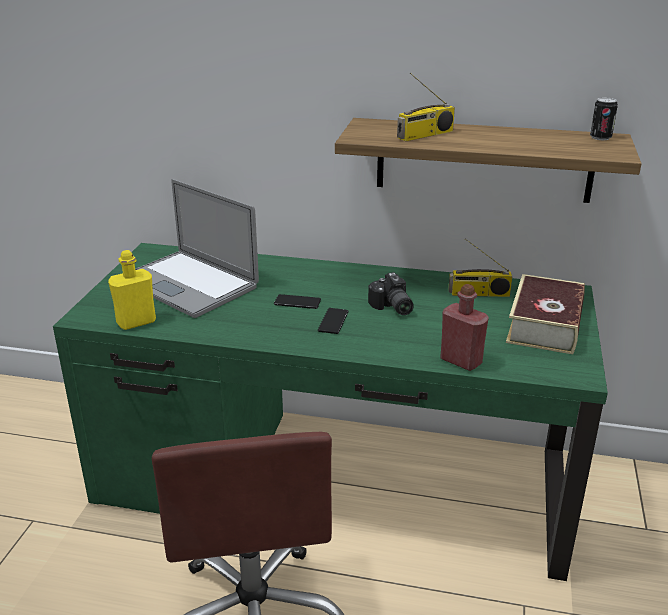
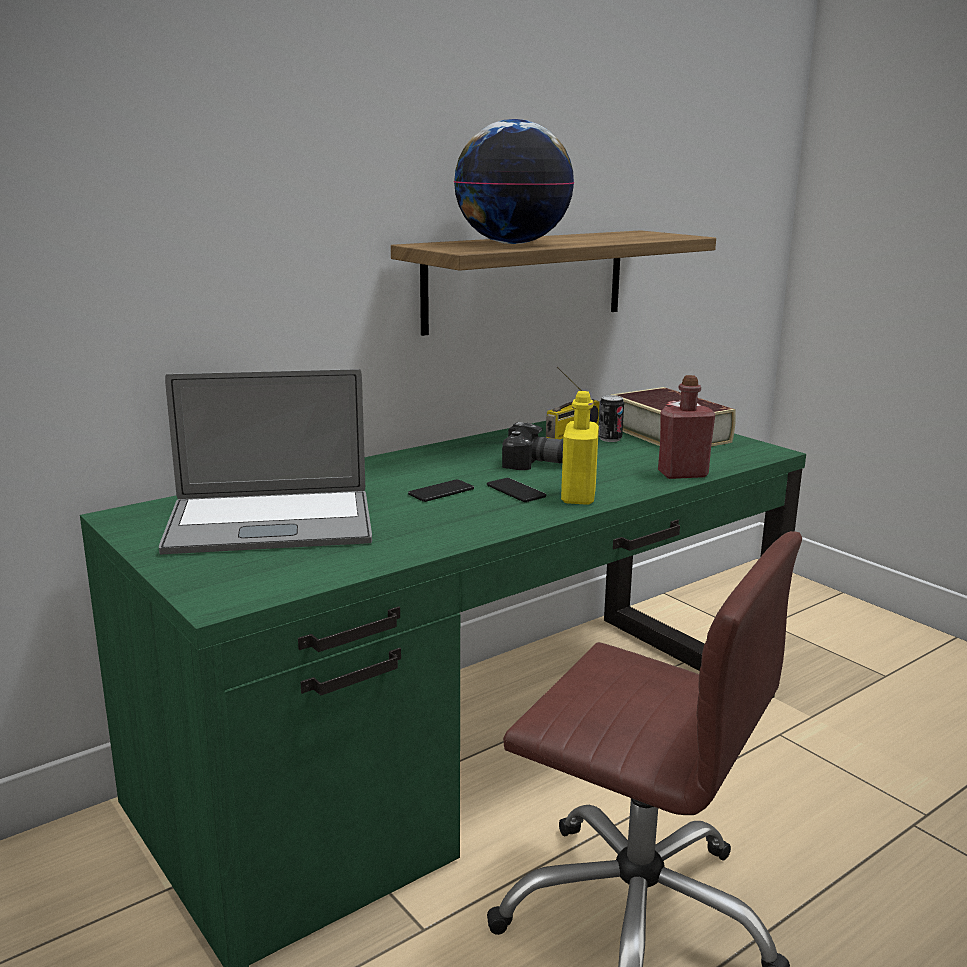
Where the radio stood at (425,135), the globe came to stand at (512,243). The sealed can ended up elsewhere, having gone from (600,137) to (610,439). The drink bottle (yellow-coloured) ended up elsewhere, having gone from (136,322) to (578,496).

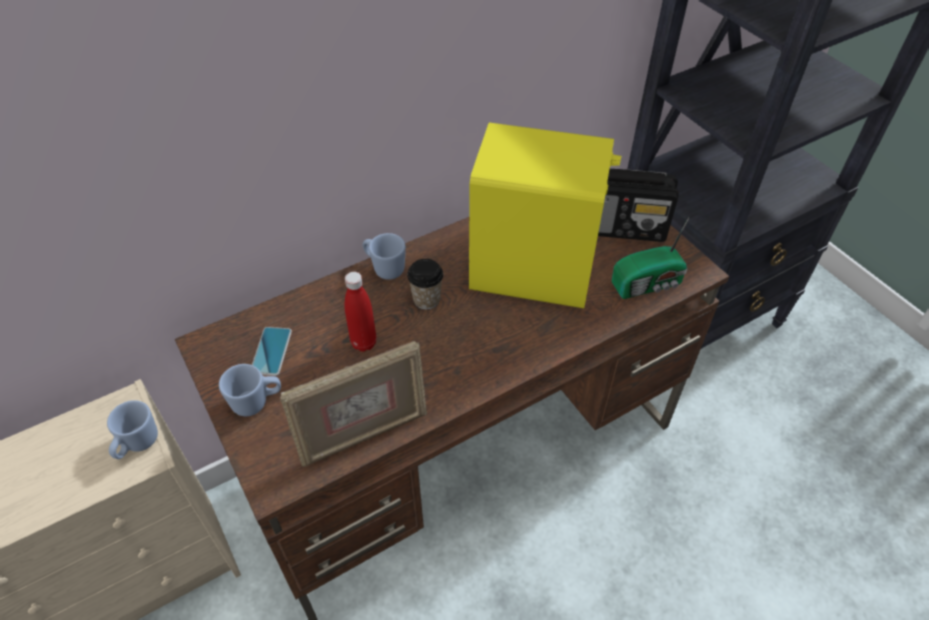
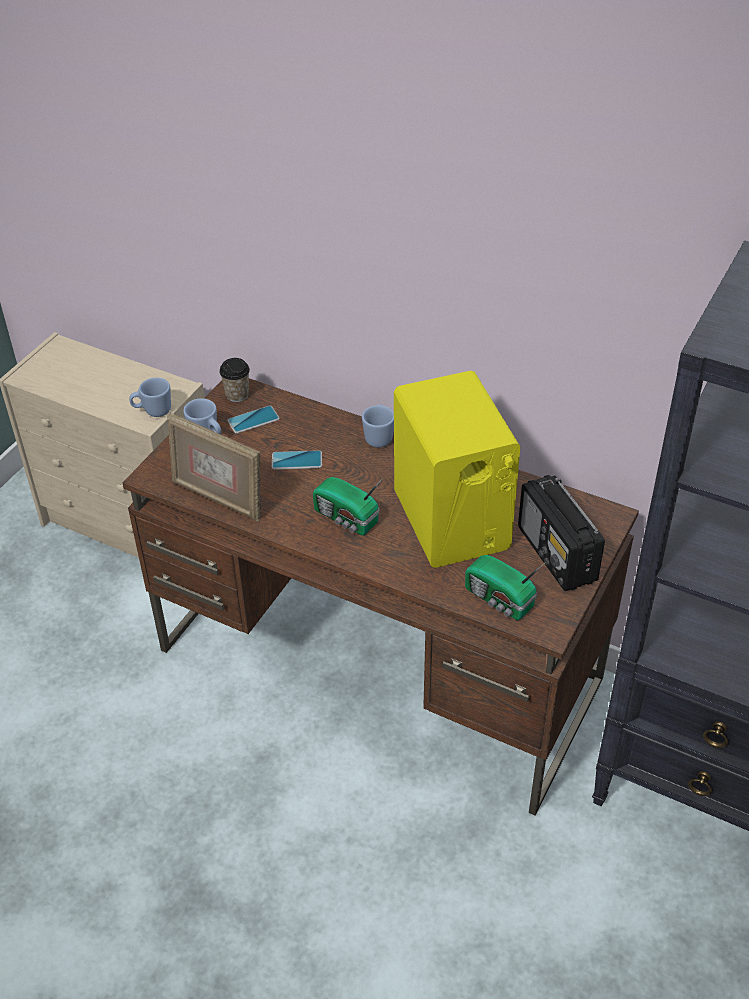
The cup ended up elsewhere, having gone from (426,299) to (237,395). Where the drink bottle (red-coloured) stood at (364,343), the phone came to stand at (297,460). The second view gained the radio at (346,518).

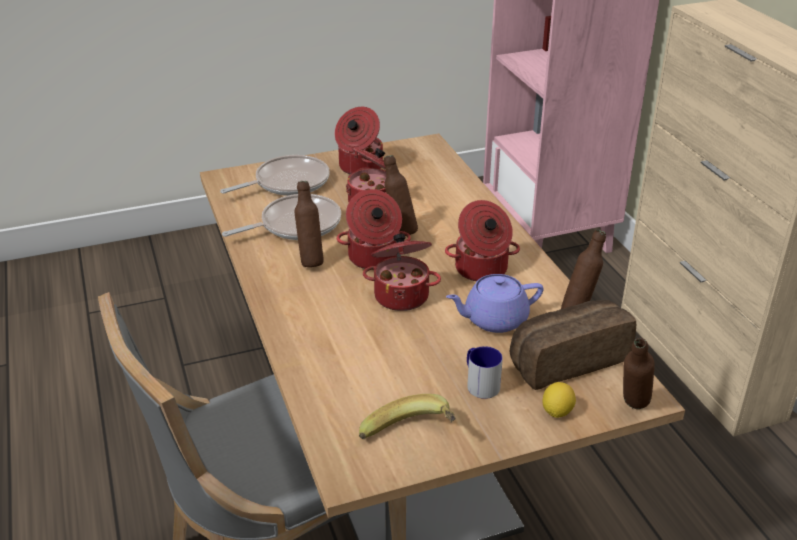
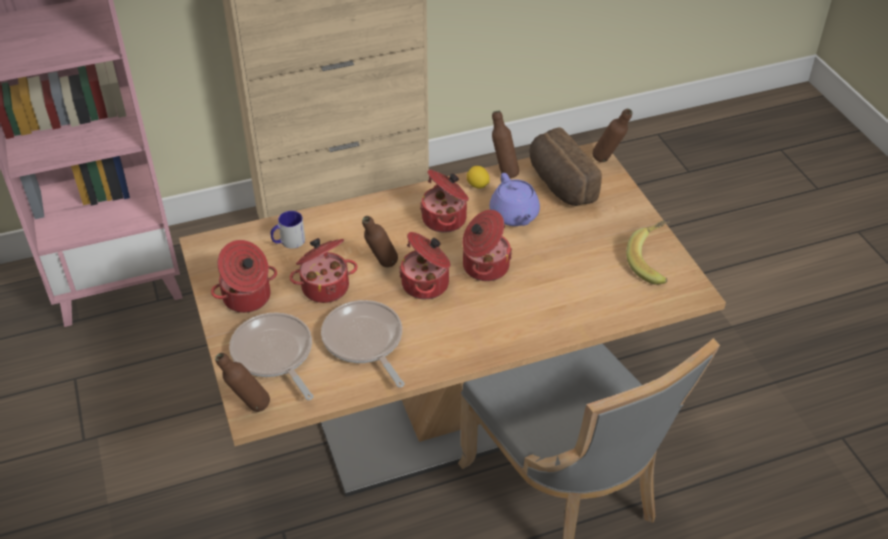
The drink bottle (brownish) ended up elsewhere, having gone from (310,261) to (249,408). The coffee mug ended up elsewhere, having gone from (480,383) to (288,242). The lemon ended up elsewhere, having gone from (557,411) to (477,185).

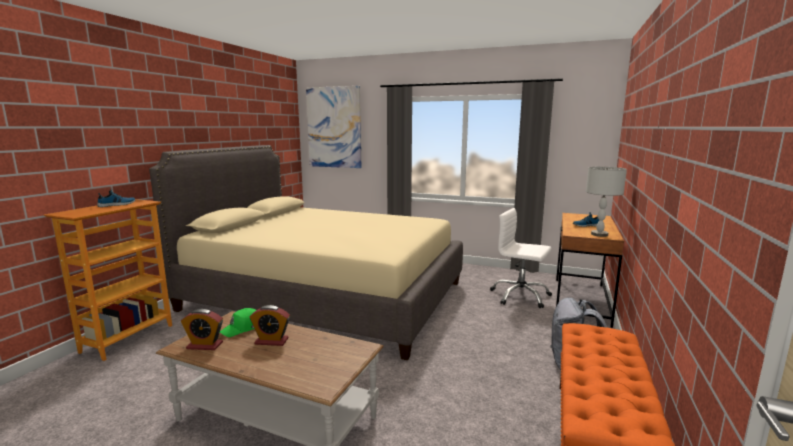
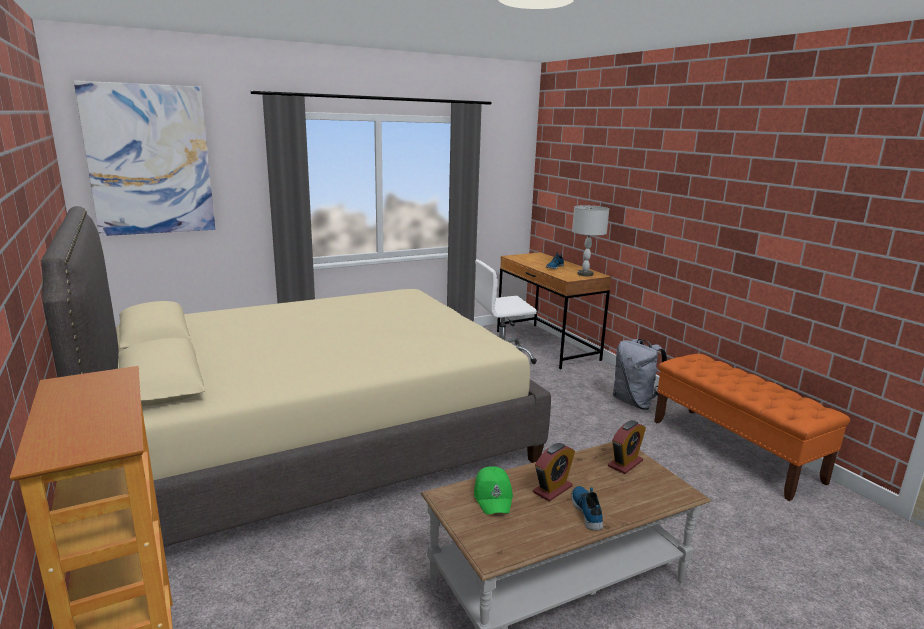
The low shoe ended up elsewhere, having gone from (117,205) to (587,511). The table clock ended up elsewhere, having gone from (204,345) to (625,463).

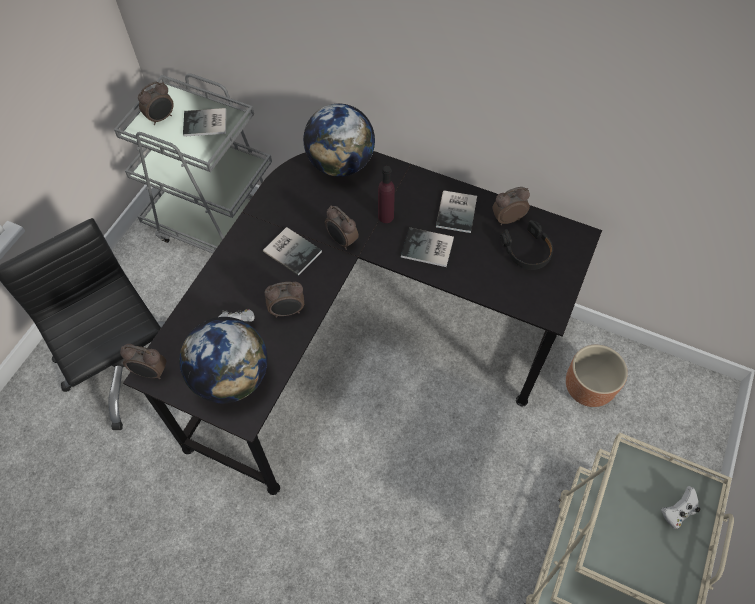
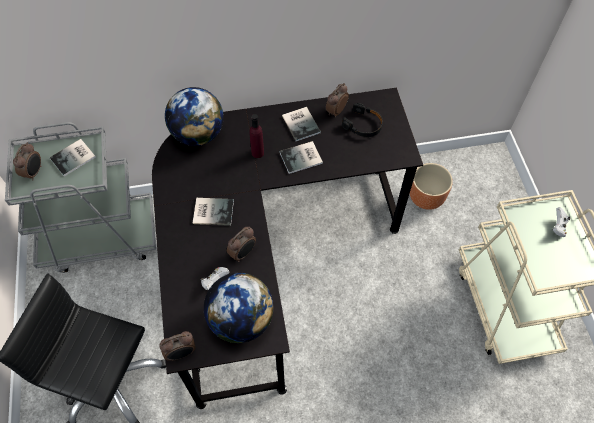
The second view lost the table clock at (341,241).

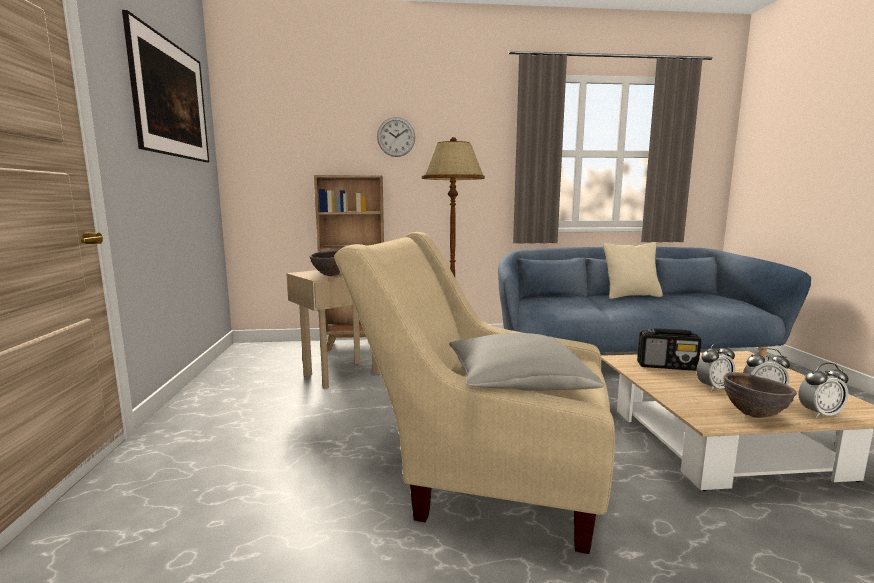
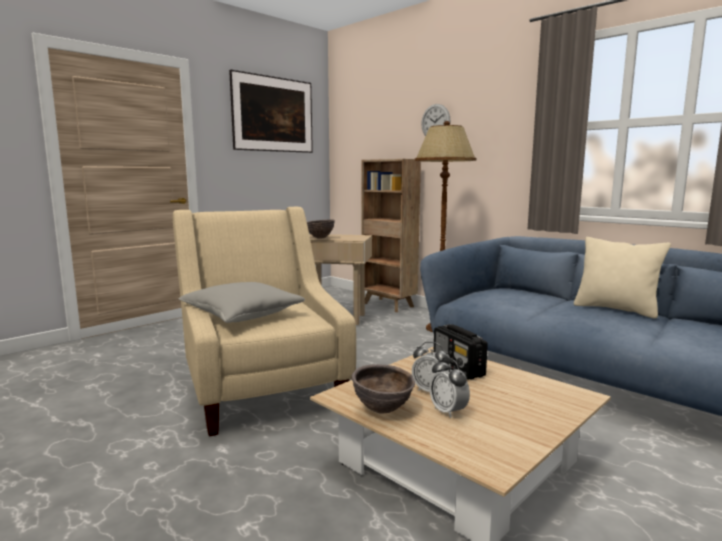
The second view lost the table clock at (819,414).

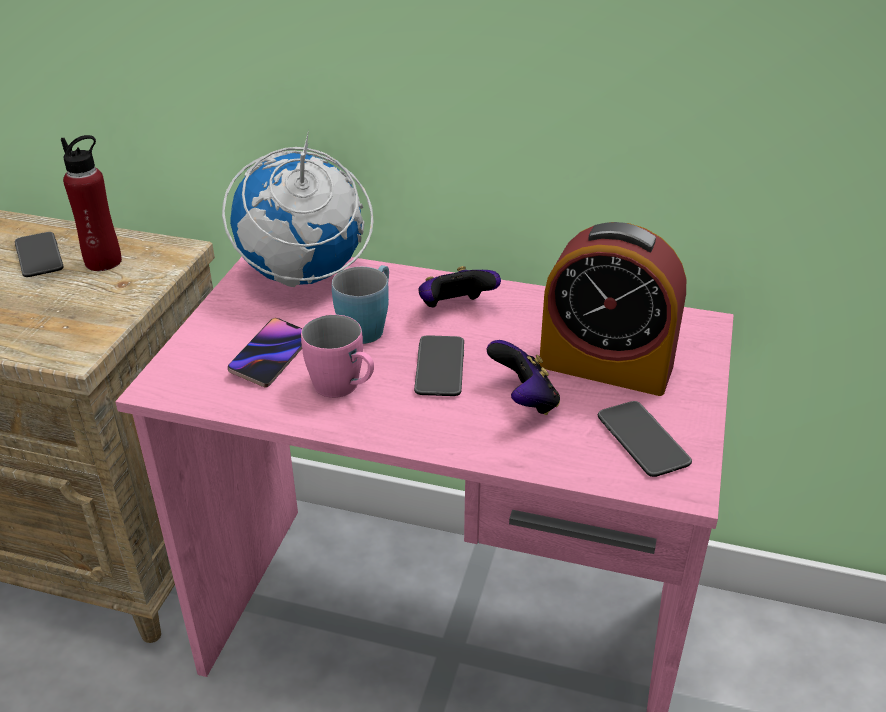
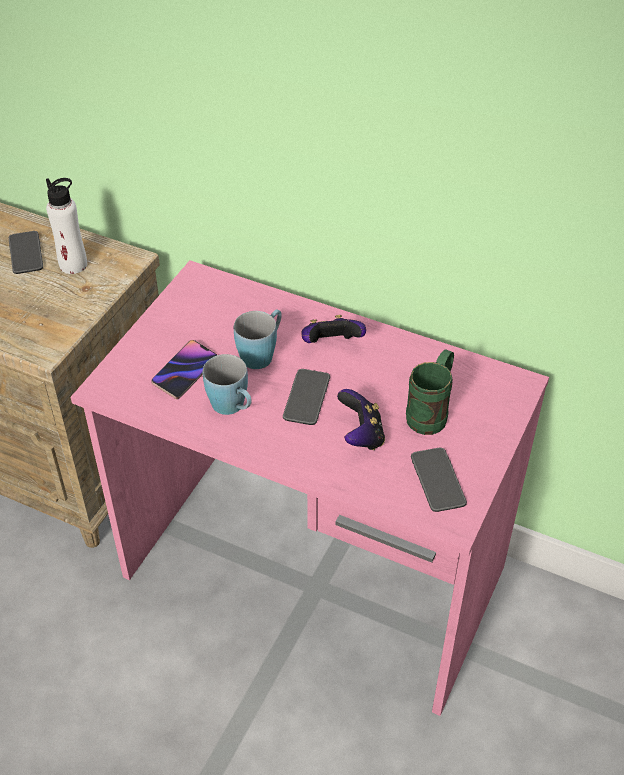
The second view lost the globe at (302,277). What was the drink bottle (red-coloured) at (103,261) turned into the drink bottle (white) at (73,265). Where the table clock stood at (605,366), the coffee mug (green-coloured) came to stand at (431,413). What was the coffee mug (pink-coloured) at (344,388) turned into the coffee mug (blue-coloured) at (233,407).

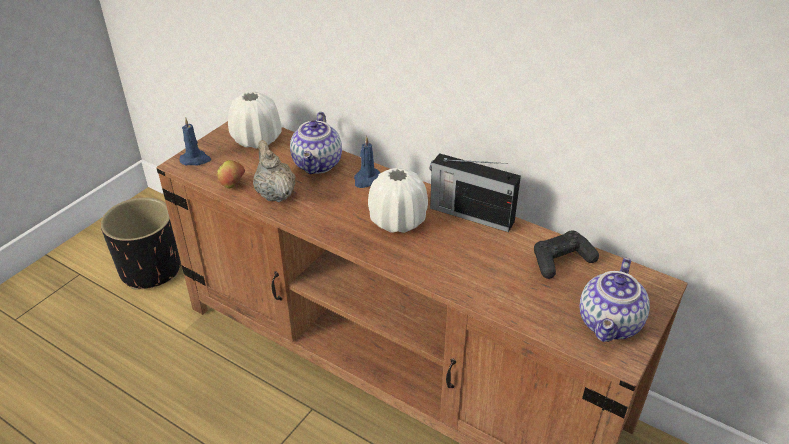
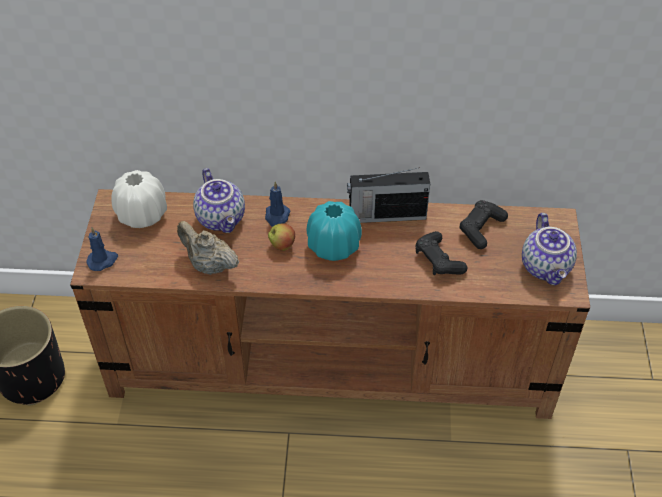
The whole apple ended up elsewhere, having gone from (233,185) to (282,245). What was the flower vase (white) at (397,221) turned into the flower vase (blue-green) at (333,246). The second view gained the gamepad (black-coloured) at (438,260).

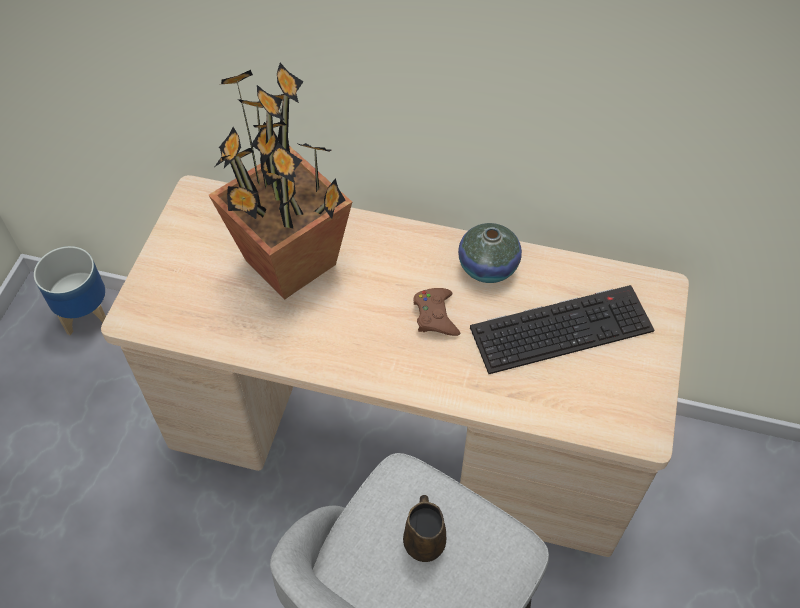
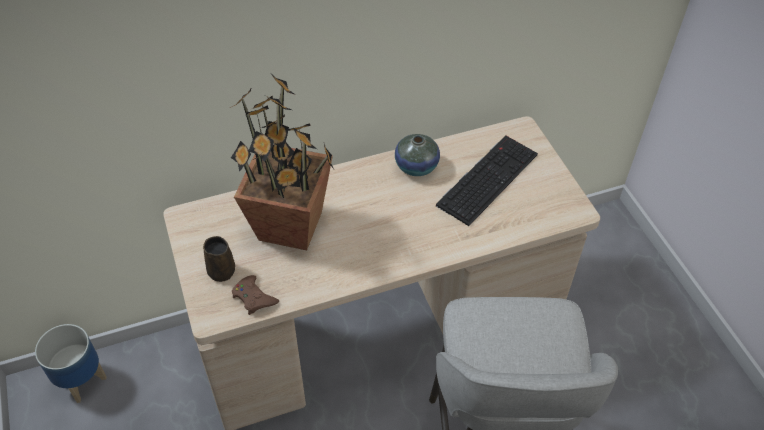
The gamepad (brownish) ended up elsewhere, having gone from (435,316) to (254,298). The coffee mug (brownish) ended up elsewhere, having gone from (424,541) to (221,270).

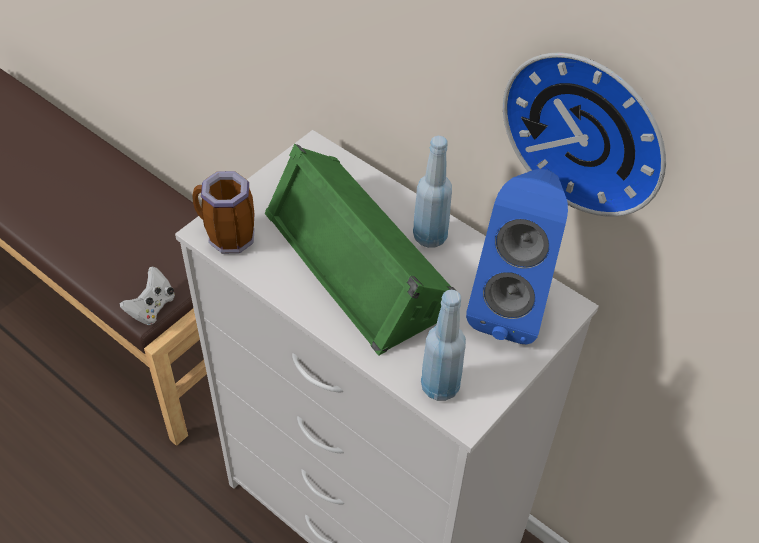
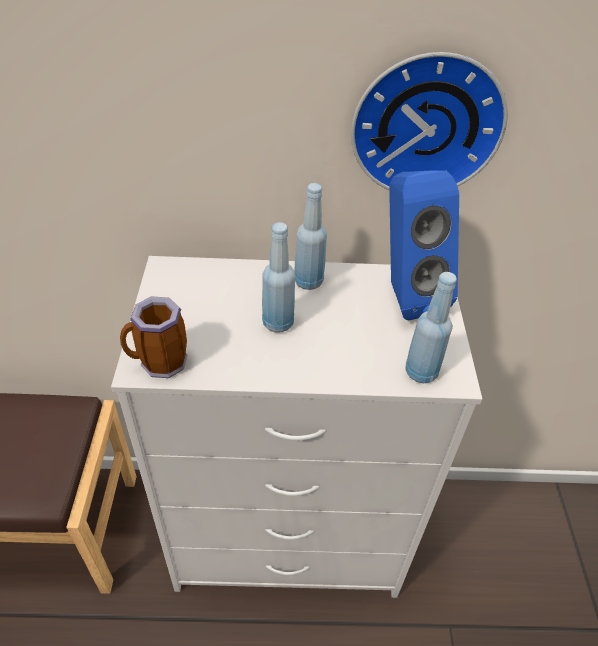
Where the speaker (green-coloured) stood at (359,260), the drink bottle (blue-coloured) came to stand at (278,323). The second view lost the gamepad (white) at (152,307).

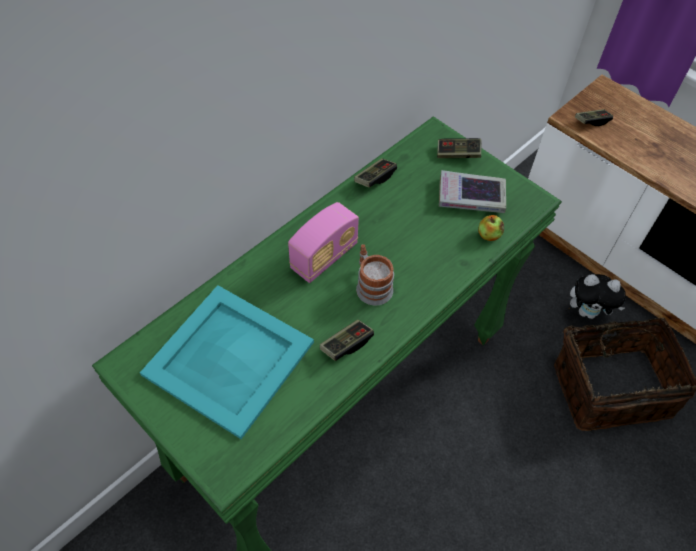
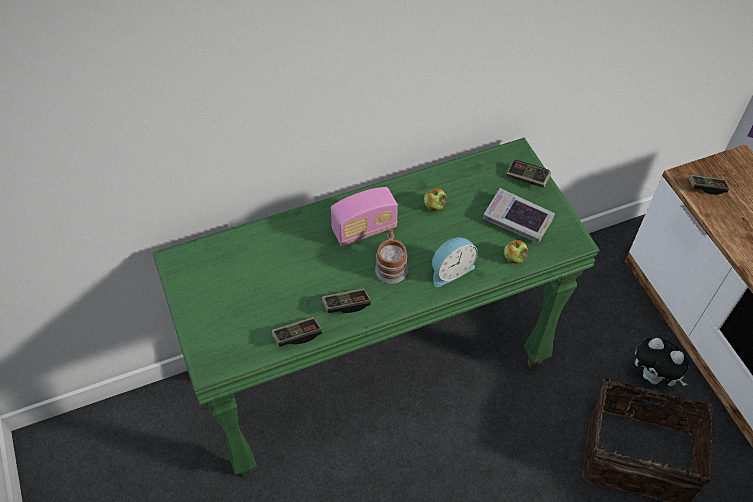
The gamepad ended up elsewhere, having gone from (375,178) to (297,335). The second view lost the carrying tray (blue-green) at (227,359). The second view gained the whole apple at (434,205). The second view gained the table clock at (450,270).

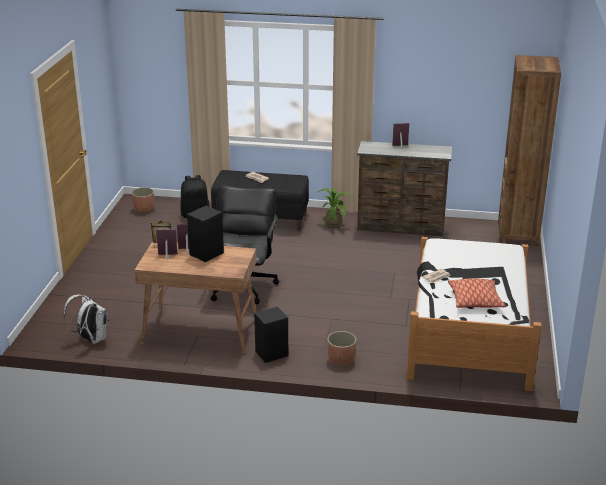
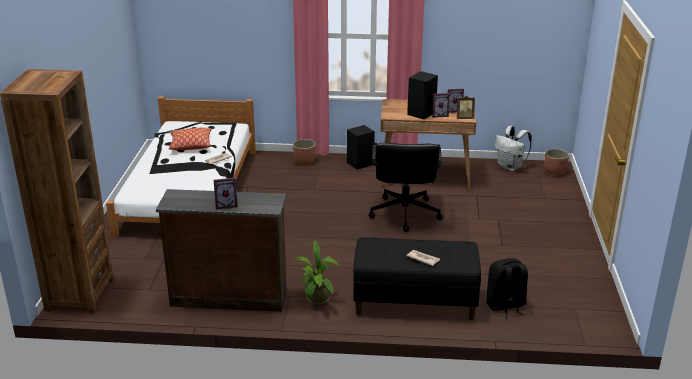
The flower pot ended up elsewhere, having gone from (144,209) to (554,172).

